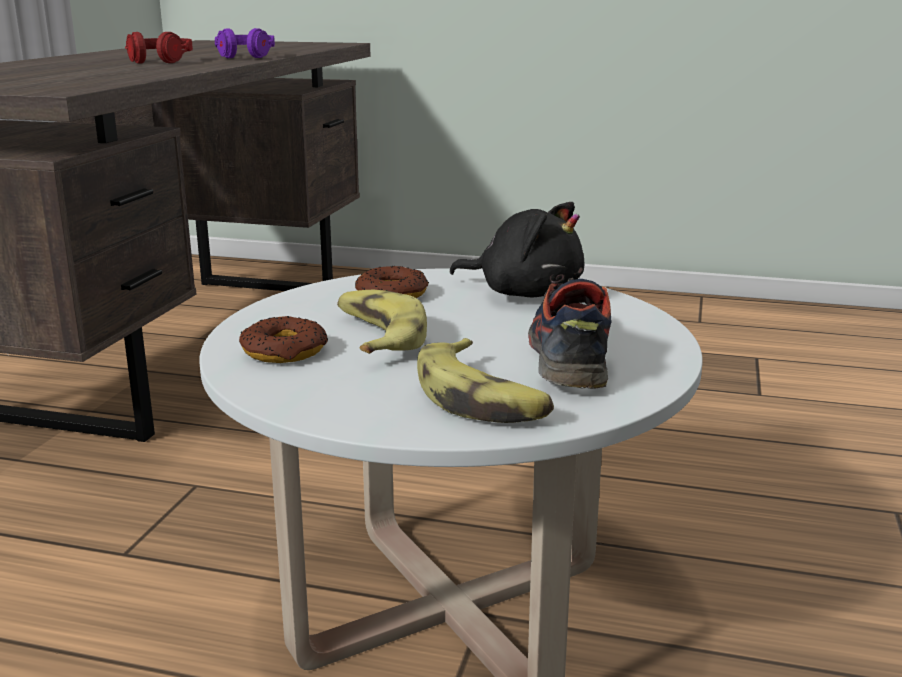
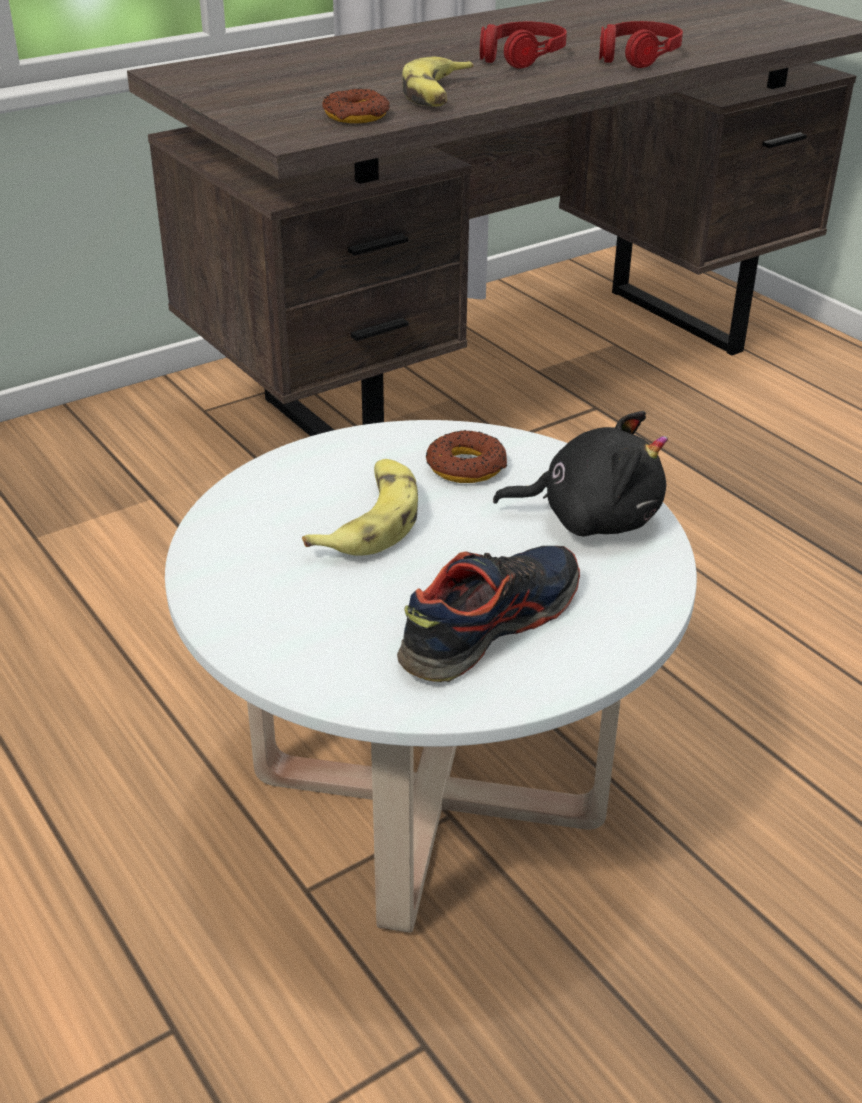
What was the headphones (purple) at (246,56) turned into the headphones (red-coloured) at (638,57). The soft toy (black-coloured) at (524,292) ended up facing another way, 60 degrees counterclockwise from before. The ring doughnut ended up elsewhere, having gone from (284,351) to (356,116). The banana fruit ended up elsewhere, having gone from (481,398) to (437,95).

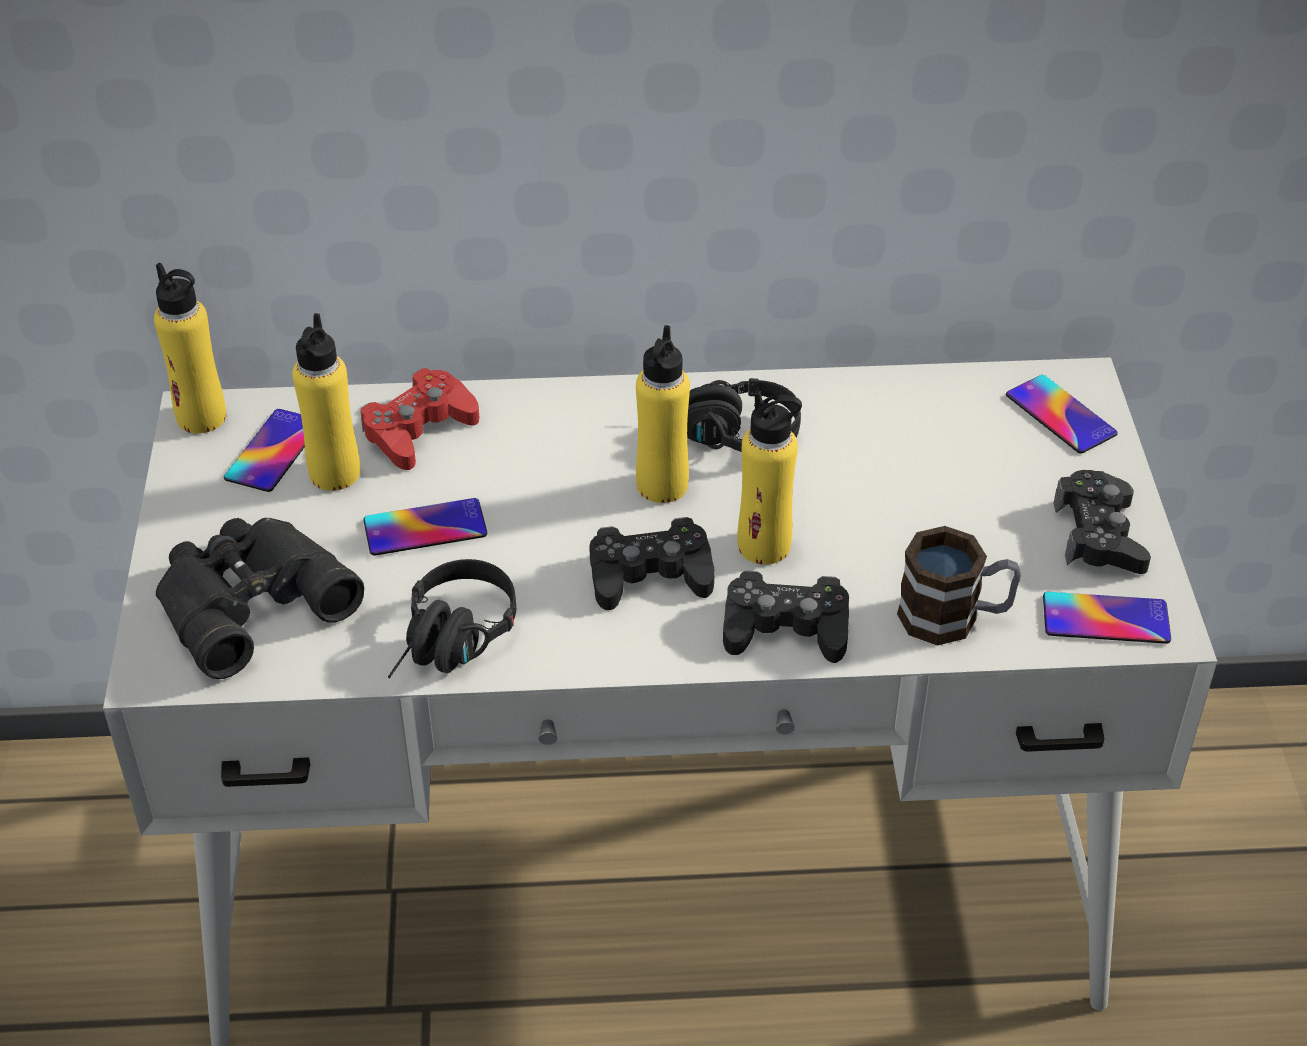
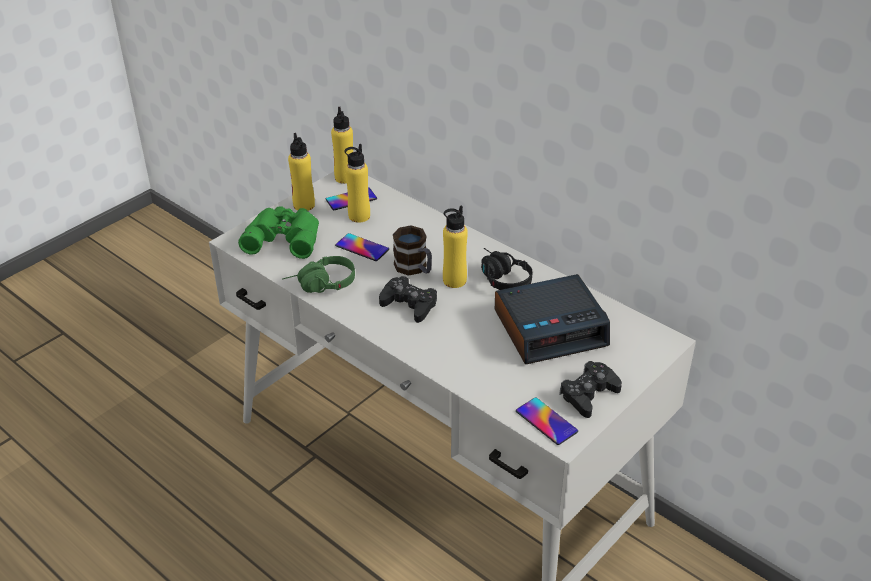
The second view lost the gamepad (red-coloured) at (419,429). The second view lost the phone at (1061,415). The drink bottle (yellow-coloured) ended up elsewhere, having gone from (764,546) to (304,205). What was the field glasses (black-coloured) at (247,600) turned into the field glasses (green-coloured) at (284,237). The coffee mug ended up elsewhere, having gone from (954,617) to (415,268). What was the headphones (black-coloured) at (452,645) turned into the headphones (green-coloured) at (320,285). The second view lost the gamepad (black-coloured) at (785,628). The second view gained the table clock at (551,327).

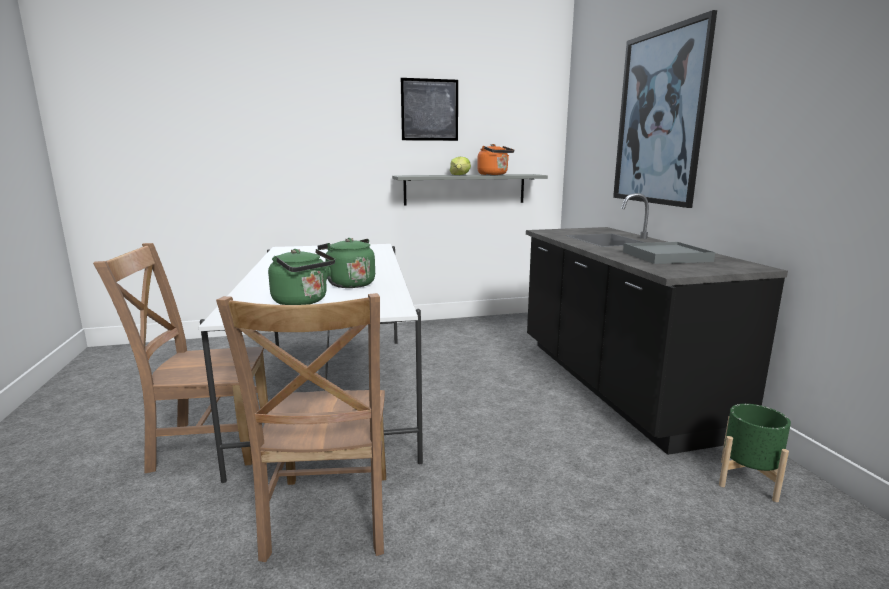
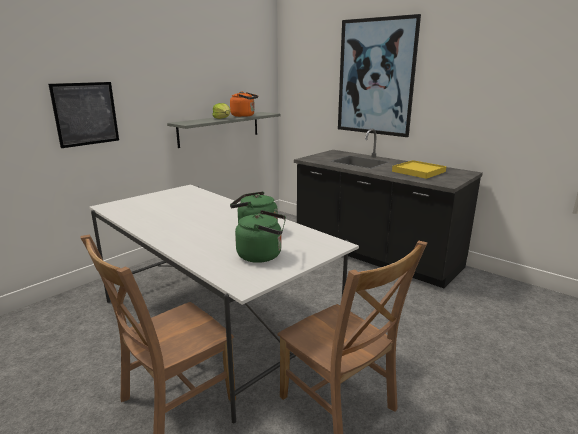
The wall art ended up elsewhere, having gone from (429,110) to (86,114). What was the carrying tray (gray) at (665,256) turned into the carrying tray (yellow-coloured) at (418,171). The second view lost the flower pot (green-coloured) at (748,480).

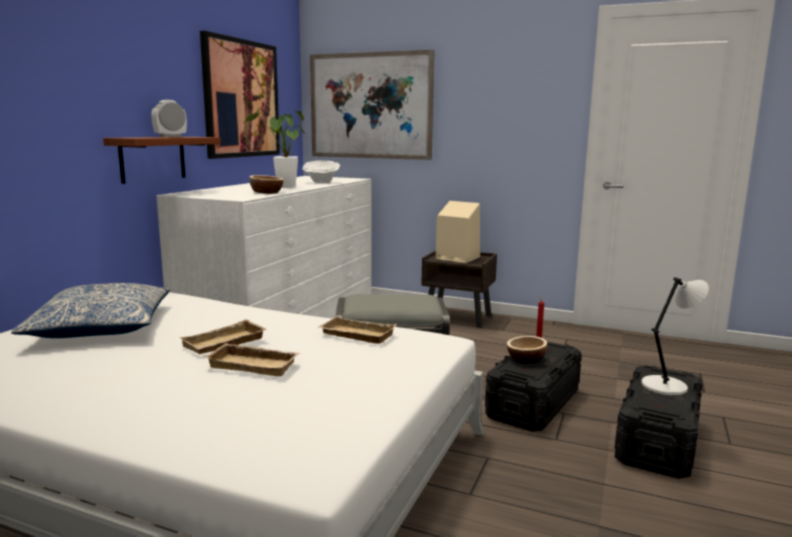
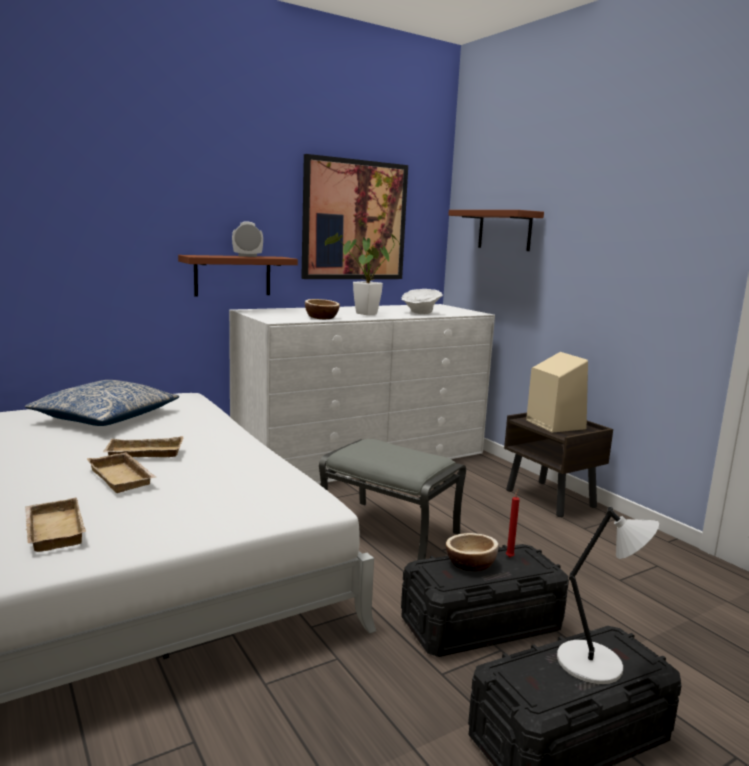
Where the wall art hung at (370,106), the wall shelf (brownish) came to hang at (504,230). The carrying tray (sand-coloured) ended up elsewhere, having gone from (355,335) to (51,530).

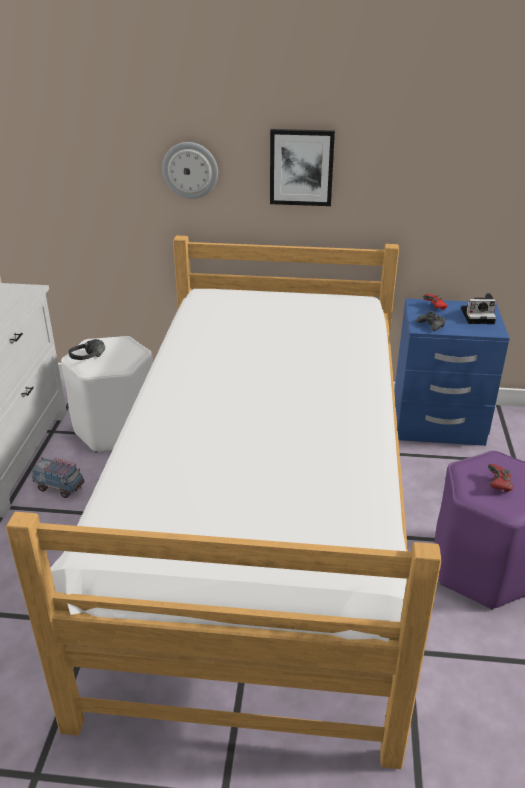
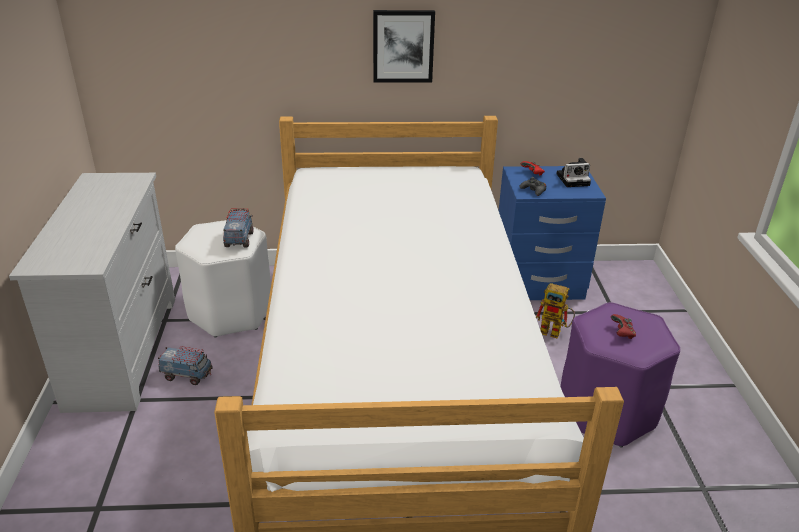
The second view lost the clock on the wall at (190,170). The second view lost the headphones (black-coloured) at (91,359). The second view gained the toy truck at (239,240). The second view gained the model robot at (555,332).

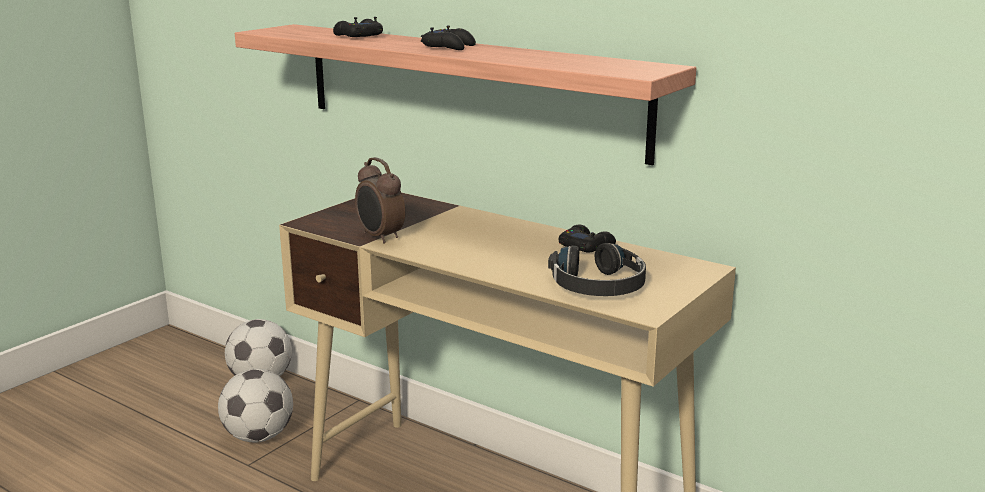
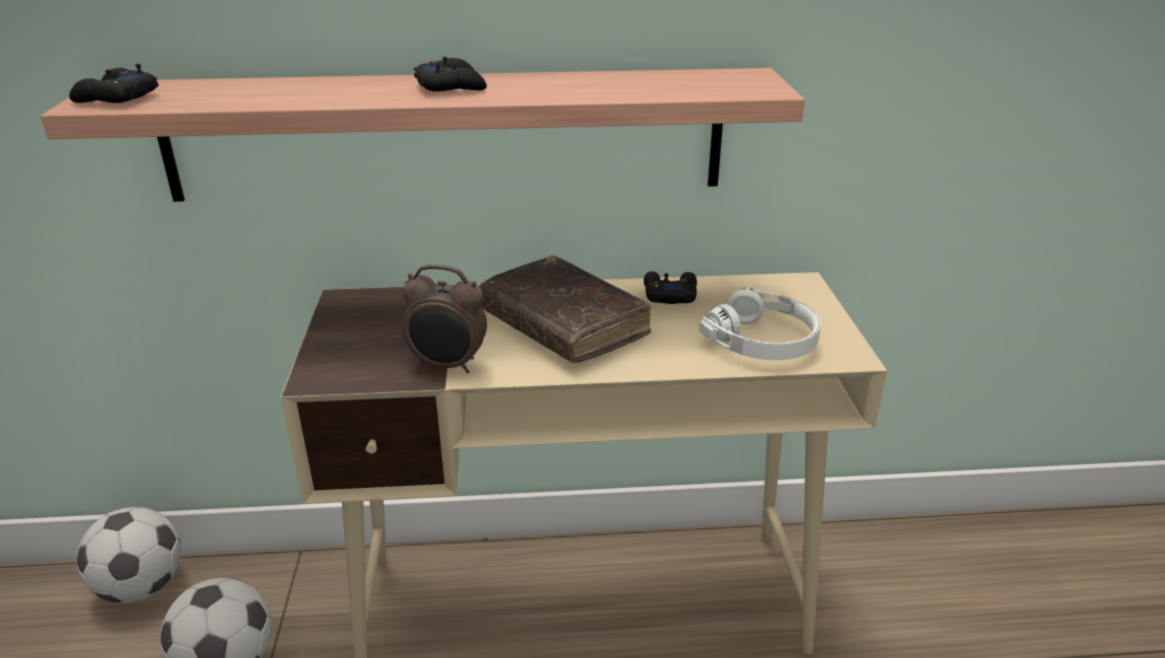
The gamepad (black-coloured) ended up elsewhere, having gone from (358,36) to (116,98). What was the headphones (black-coloured) at (598,285) turned into the headphones (white) at (763,340). The second view gained the volume (brownish) at (562,324).

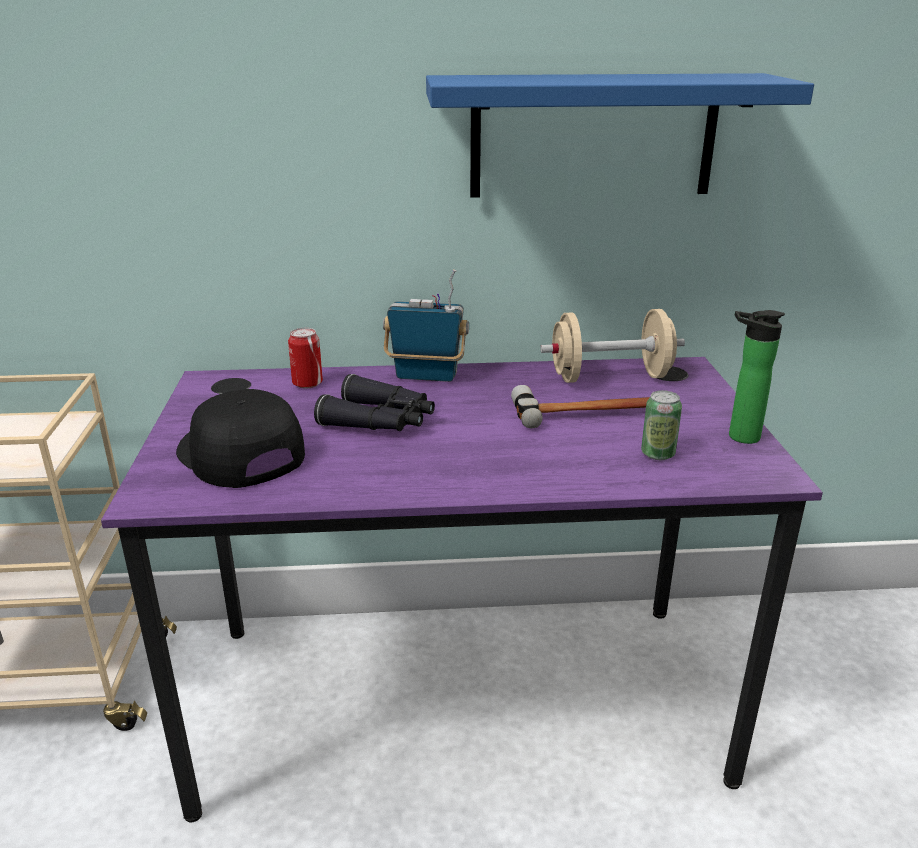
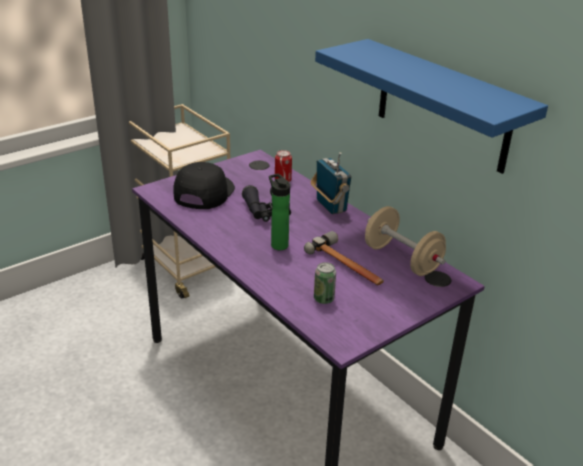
The drink bottle ended up elsewhere, having gone from (738,436) to (278,244).

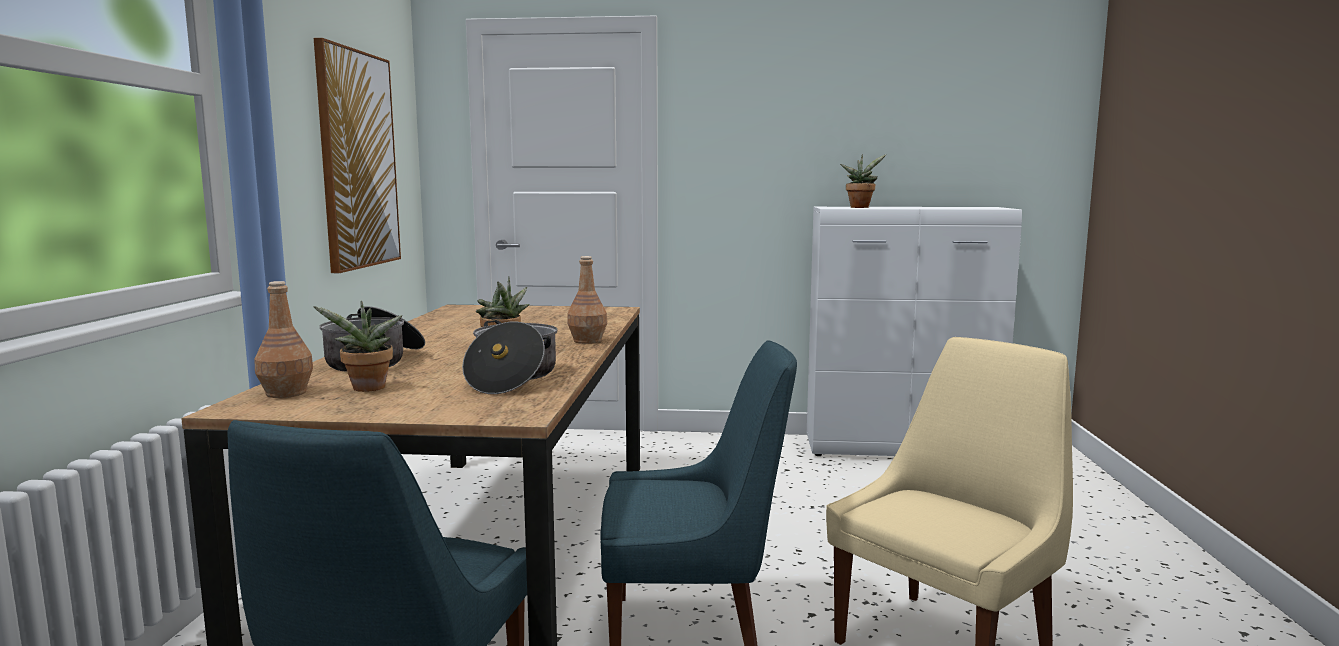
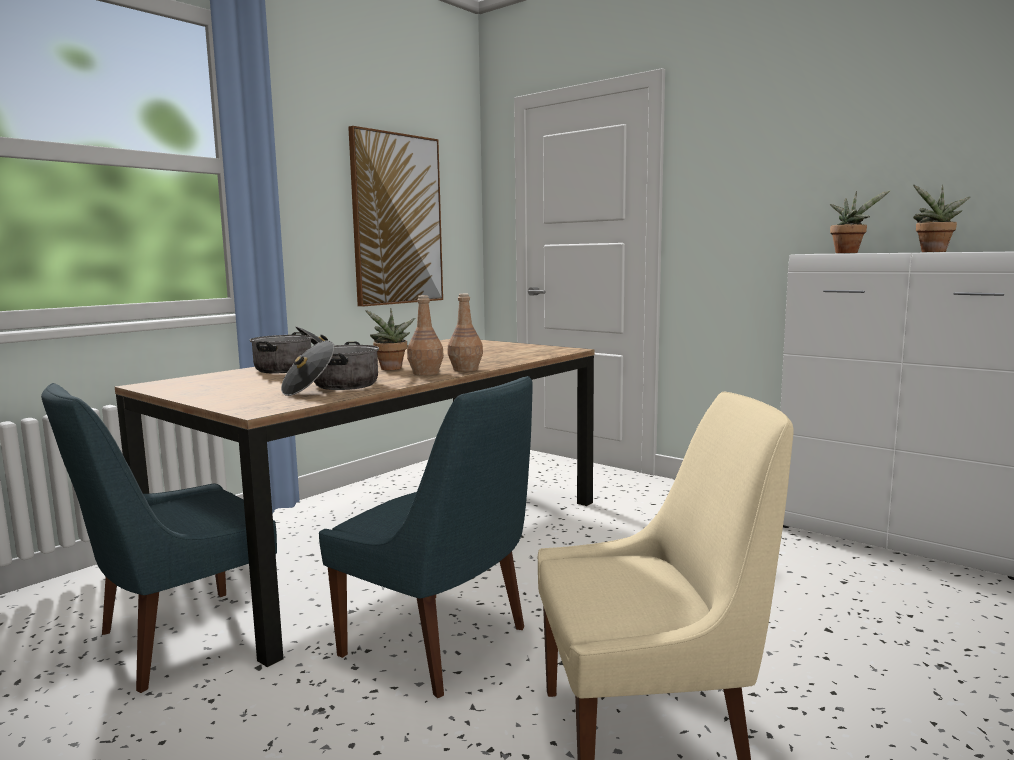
The drink bottle (brownish) ended up elsewhere, having gone from (286,393) to (426,373). The plant in a pot ended up elsewhere, having gone from (367,389) to (933,252).

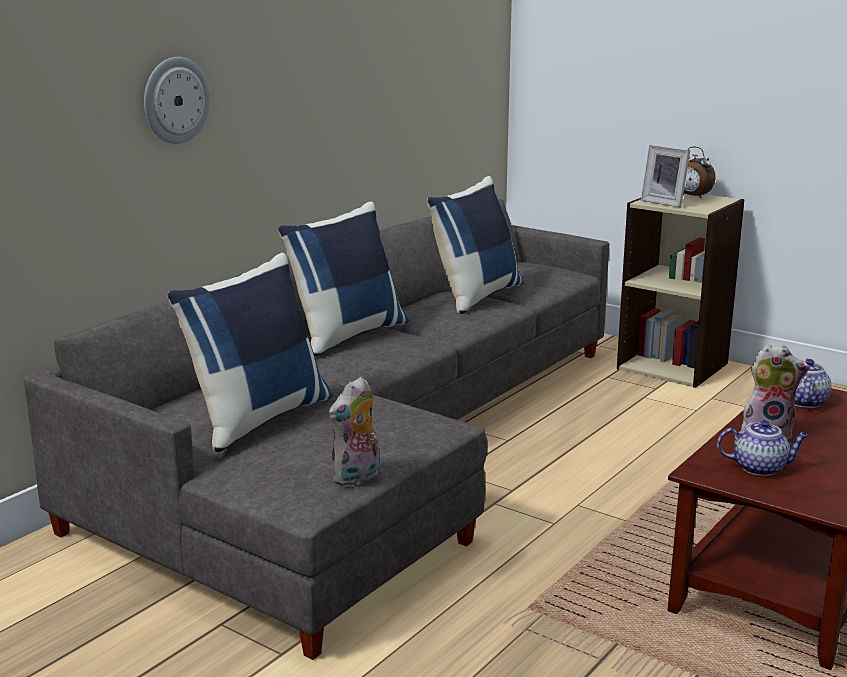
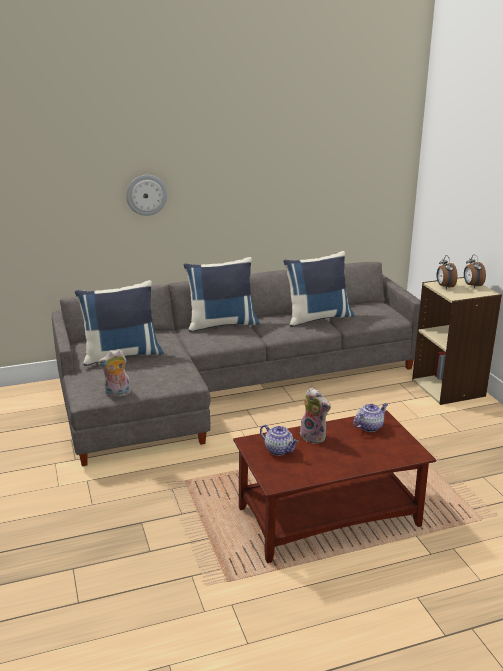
Where the picture frame stood at (665,202), the table clock came to stand at (444,287).

